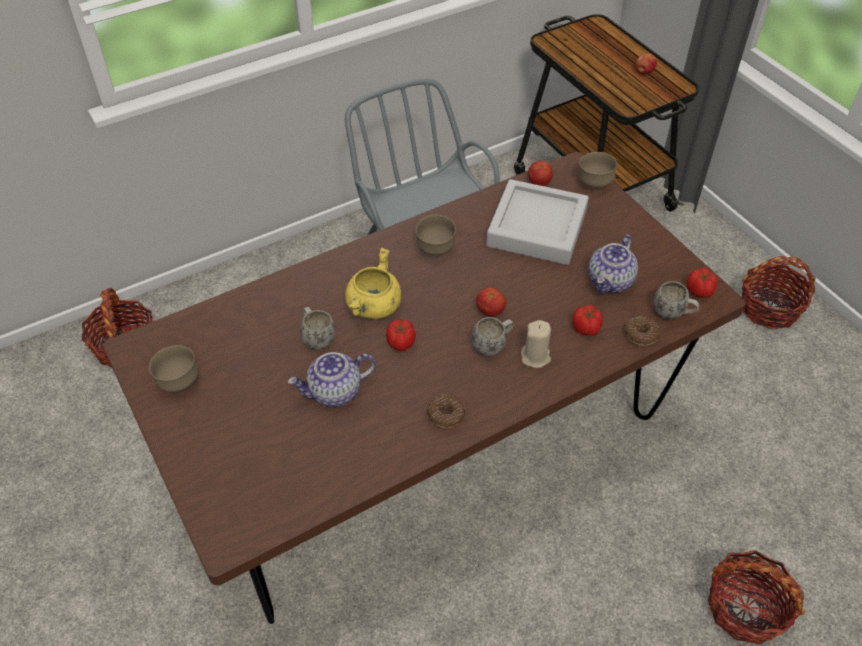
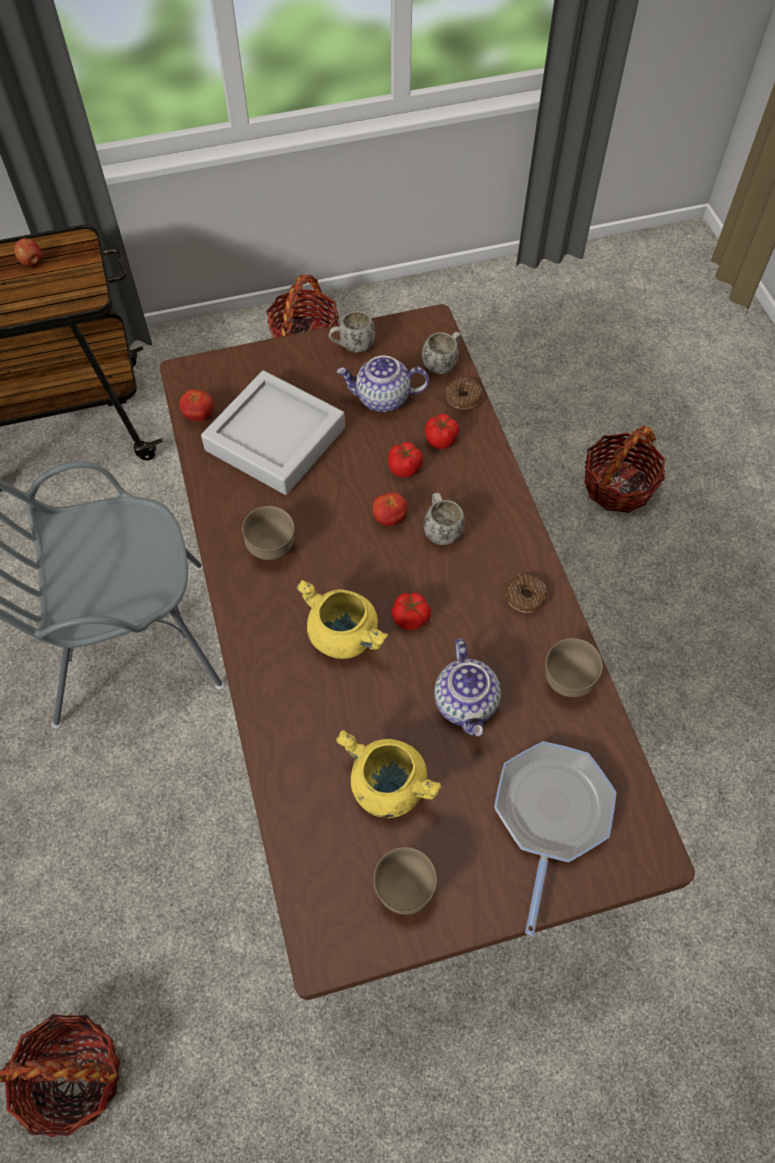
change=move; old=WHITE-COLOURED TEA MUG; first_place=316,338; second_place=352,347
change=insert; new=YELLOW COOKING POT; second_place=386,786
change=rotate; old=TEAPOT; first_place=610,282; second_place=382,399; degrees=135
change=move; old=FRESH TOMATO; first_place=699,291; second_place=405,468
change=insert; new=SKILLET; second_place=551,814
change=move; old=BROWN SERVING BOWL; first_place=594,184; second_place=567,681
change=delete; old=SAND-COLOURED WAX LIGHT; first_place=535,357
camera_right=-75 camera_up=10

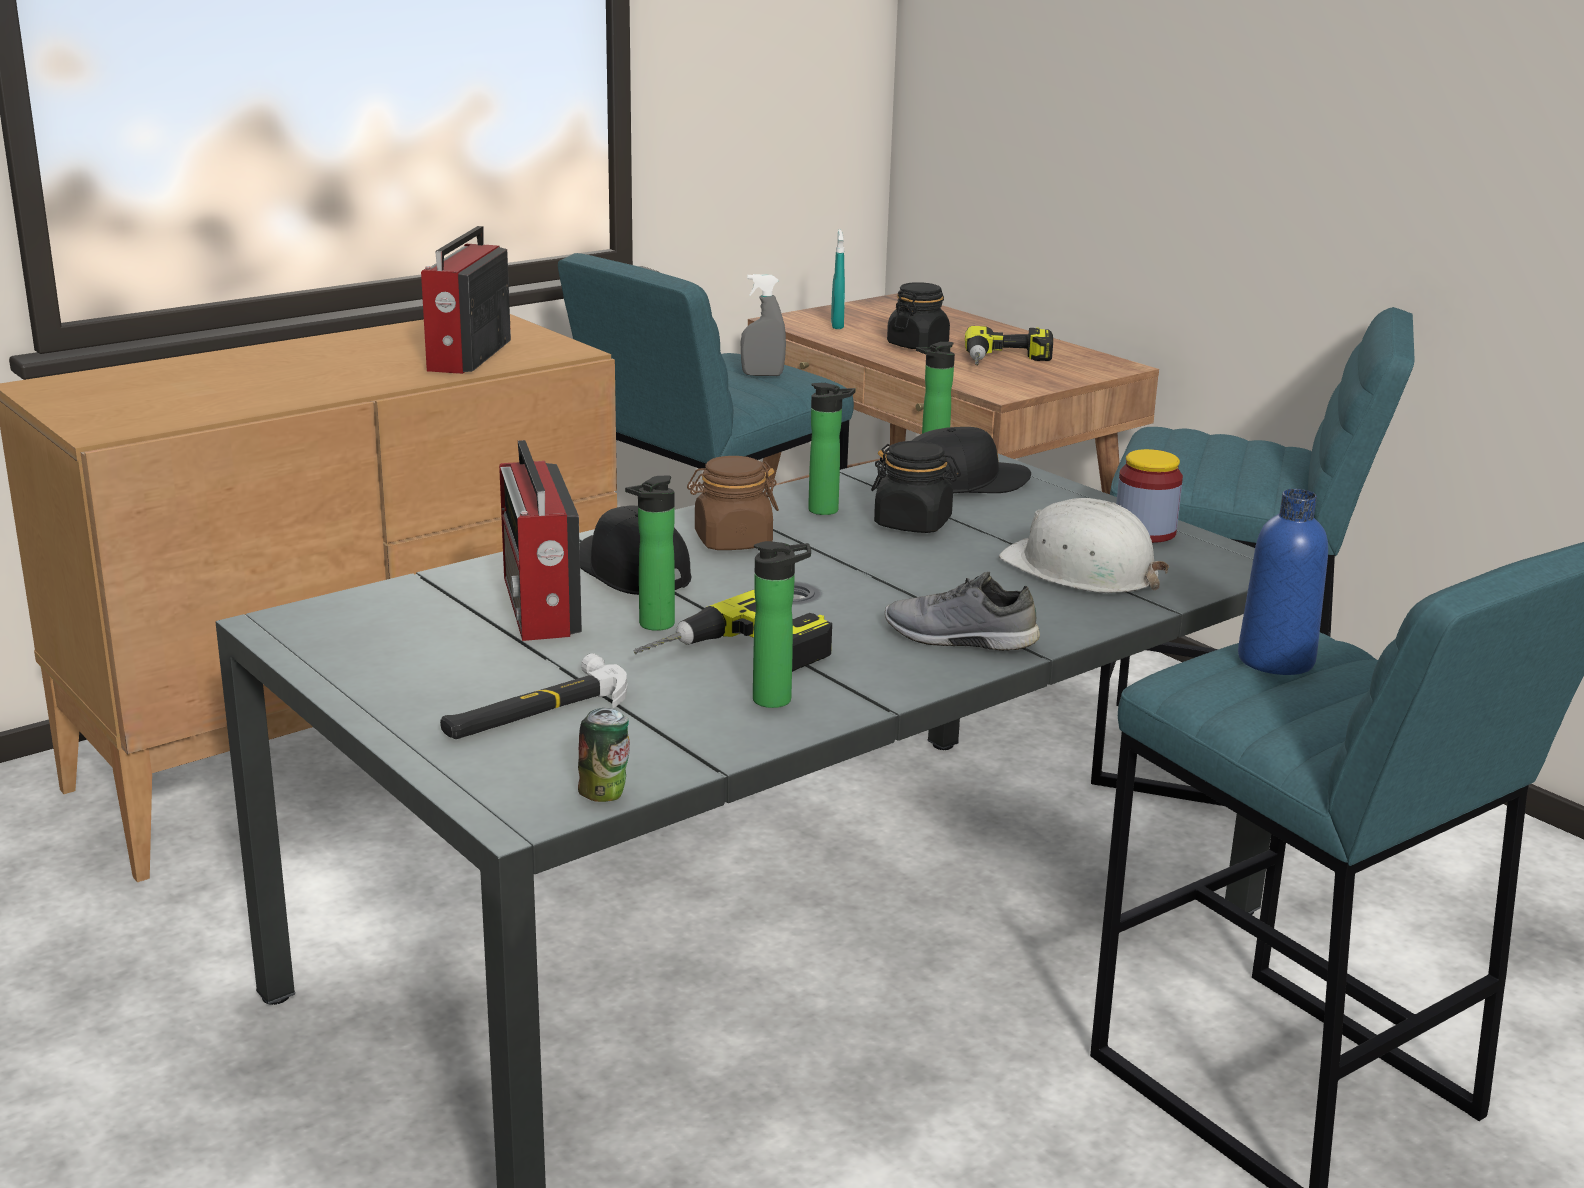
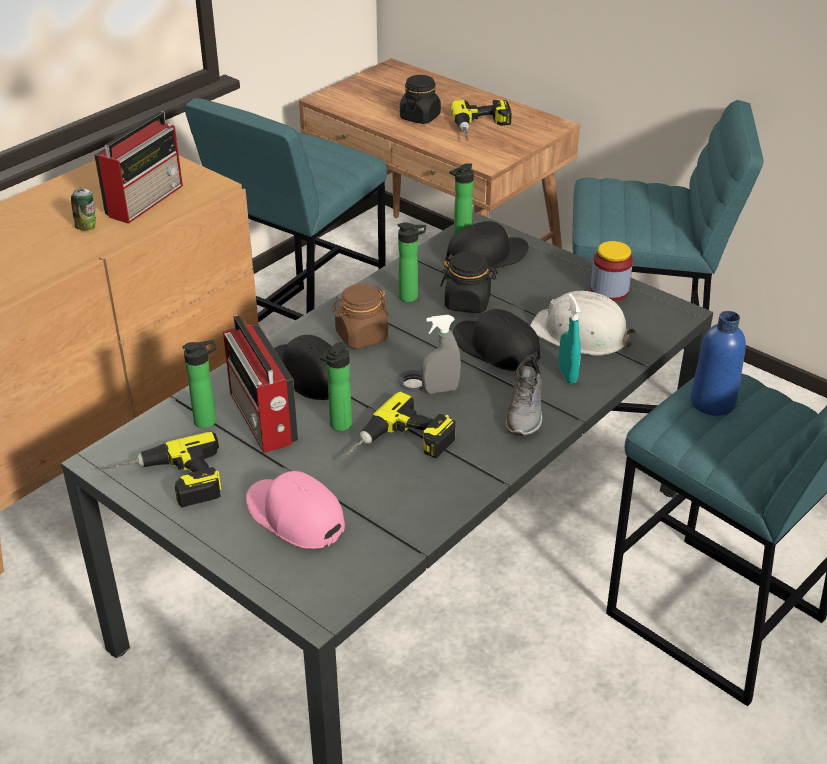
change=move; old=SEALED CAN; first_place=605,794; second_place=87,226
change=rotate; old=RADIO SET; first_place=467,356; second_place=146,200; degrees=-150
change=insert; new=ELECTRIC DRILL; second_place=167,482
change=move; old=DRINK BOTTLE; first_place=778,700; second_place=209,421
change=replace; old=HAMMER; new=PINK-COLOURED BASEBALL CAP; first_place=535,710; second_place=295,517
change=move; old=GREY SPRAYER; first_place=762,375; second_place=440,390
change=insert; new=BLACKISH BASEBALL CAP; second_place=496,348
change=rotate; old=GREY ITEM OF FOOTWEAR; first_place=958,639; second_place=526,410; degrees=-90
change=move; old=TURQUOISE-COLOURED SPRAYER; first_place=837,325; second_place=567,374
camera_right=-10 camera_up=15

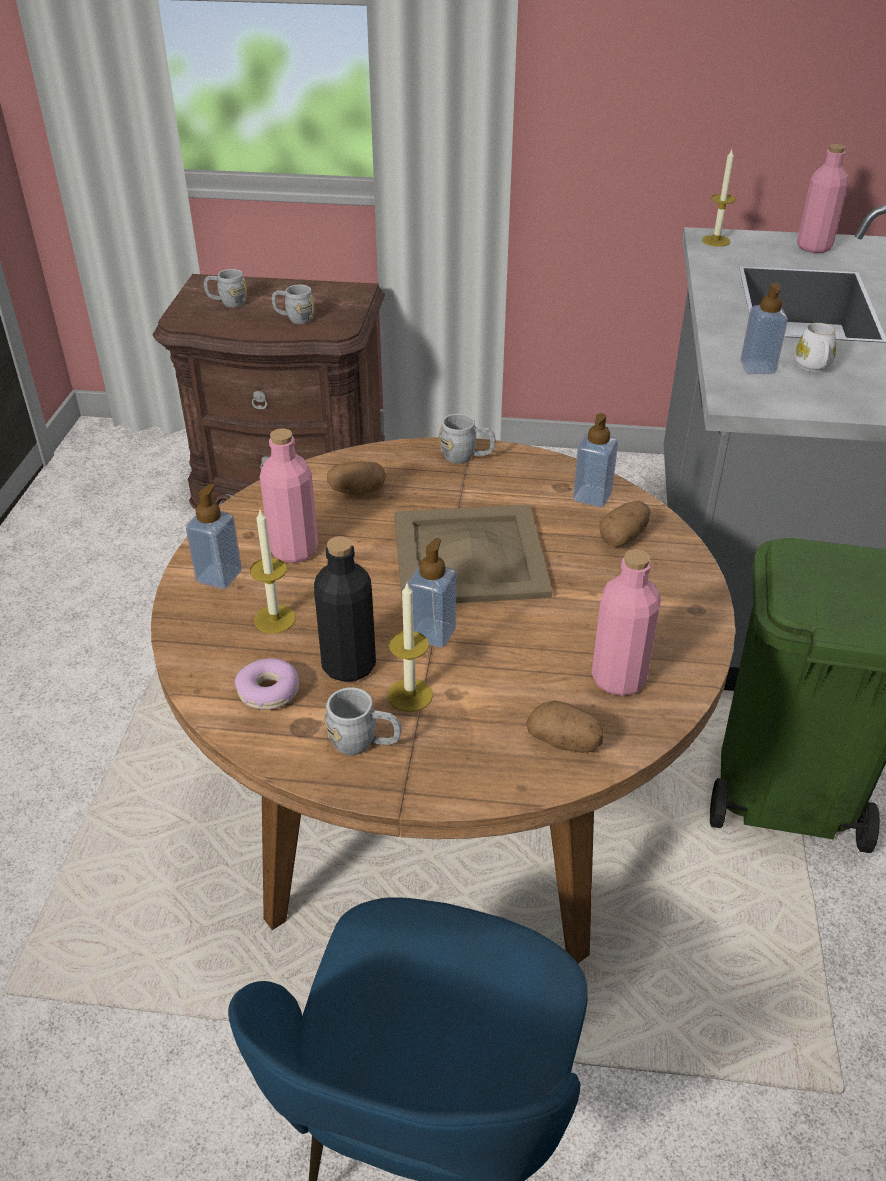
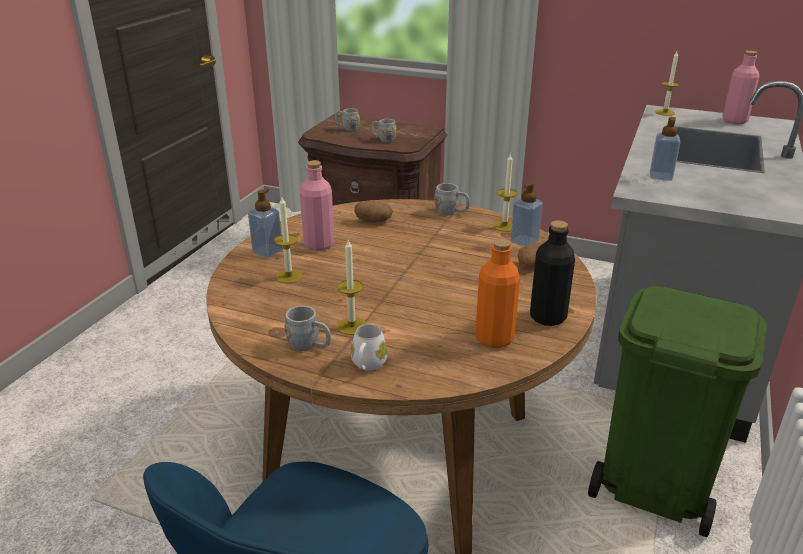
change=move; old=WHITE-COLOURED TEA MUG; first_place=813,367; second_place=367,365
change=recolor; old=PINK-COLOURED DRINK BOTTLE; new=ORANGE DRINK BOTTLE; first_place=618,679; second_place=494,338
change=insert; new=WAX LIGHT; second_place=504,226
change=move; old=BLACKISH DRINK BOTTLE; first_place=349,665; second_place=547,317
change=delete; old=DOUGHNUT; first_place=269,692
change=delete; old=SAND-COLOURED CARRYING TRAY; first_place=471,556
change=delete; old=SOAP DISPENSER; first_place=432,633
change=delete; old=WHOLE POTATO; first_place=564,742
camera_right=15 camera_up=-10

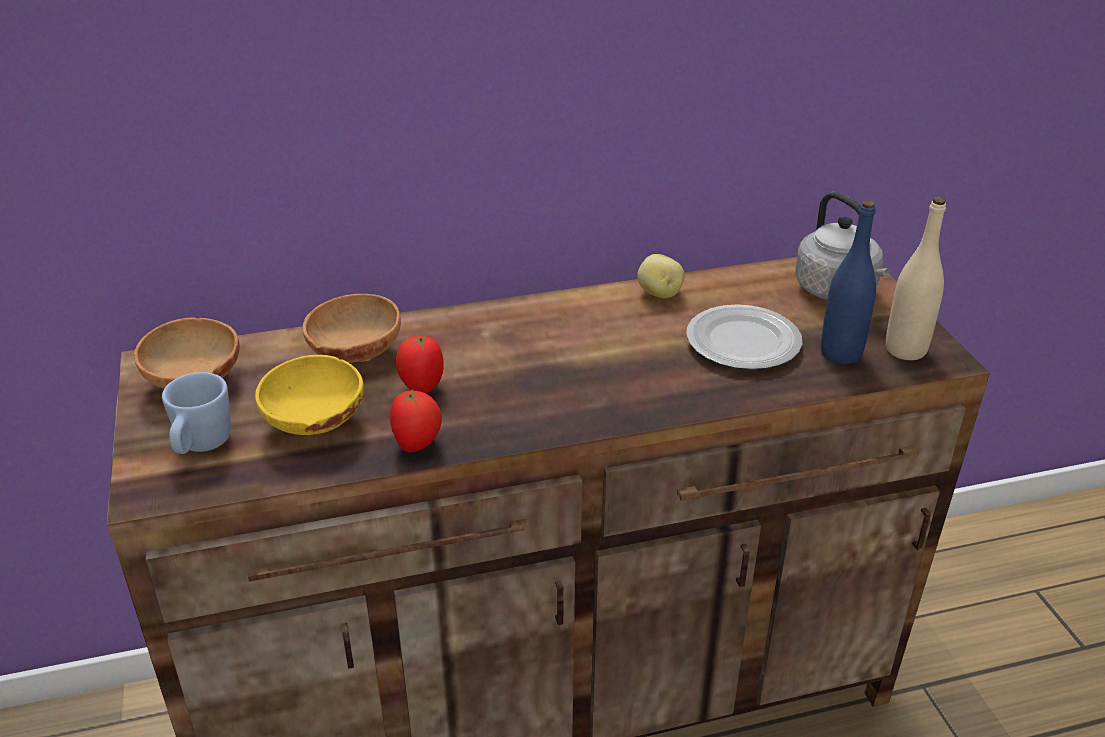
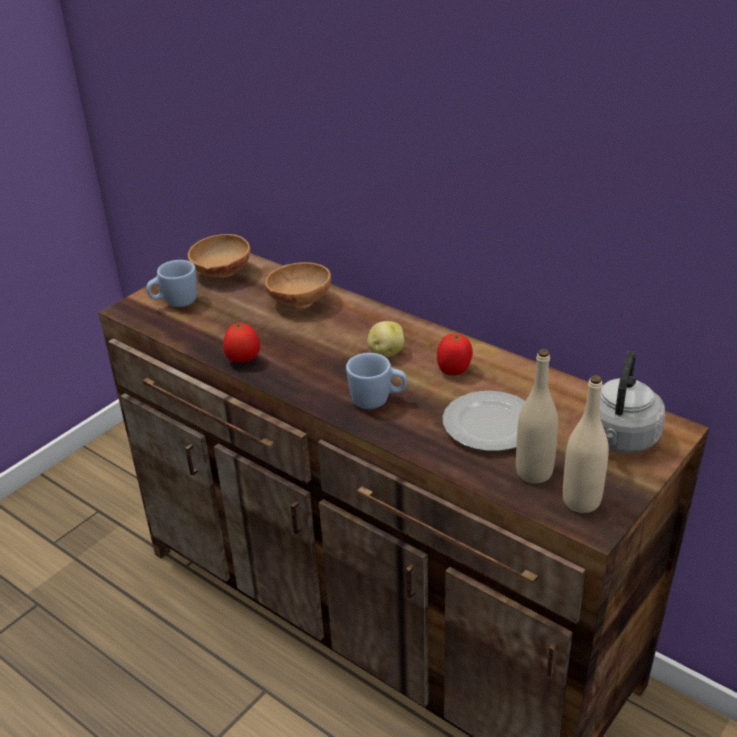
change=insert; new=BLUISH TEA MUG; second_place=377,400
change=move; old=WHOLE POTATO; first_place=659,293; second_place=386,352
change=move; old=FRESH TOMATO; first_place=422,386; second_place=454,370
change=recolor; old=BLUISH DRINK BOTTLE; new=SAND-COLOURED DRINK BOTTLE; first_place=841,354; second_place=534,472
change=delete; old=YELLOW SERVING BOWL; first_place=313,424
camera_right=55 camera_up=0

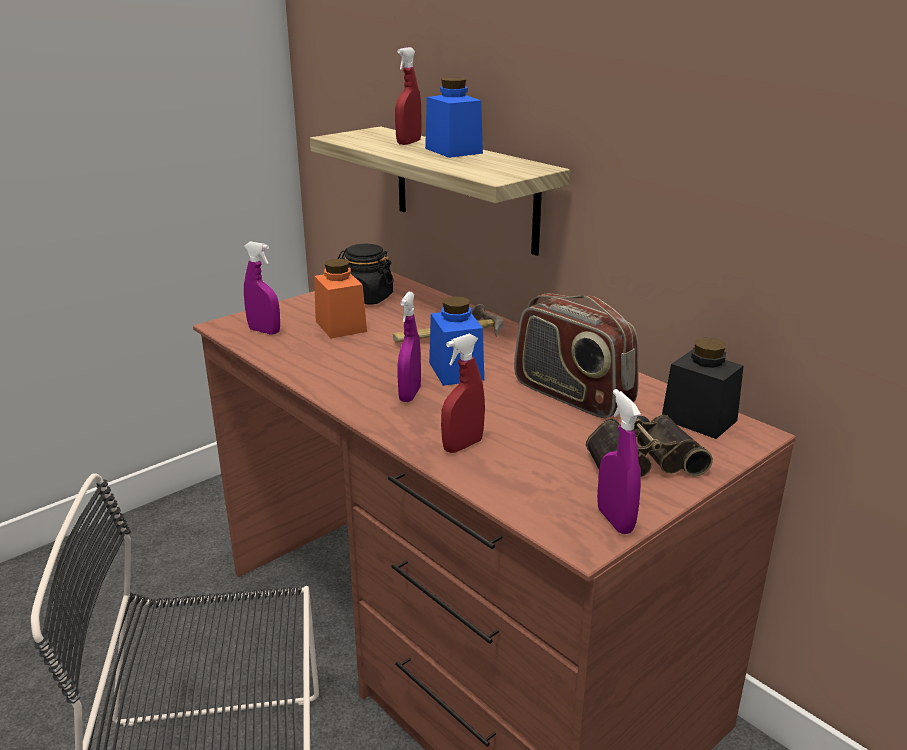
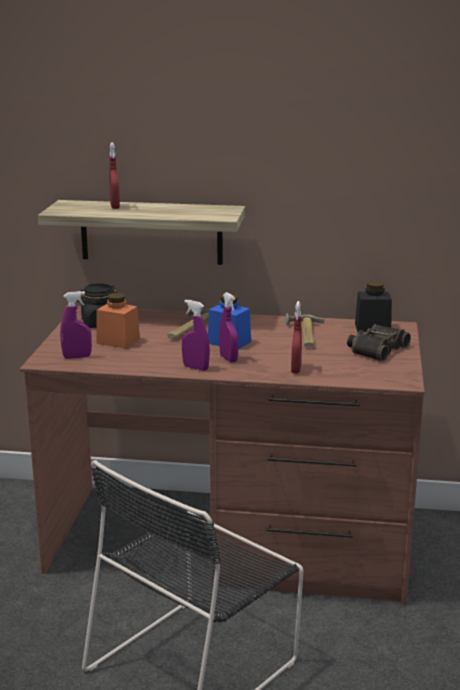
change=move; old=PURPLISH SPRAYER; first_place=615,520; second_place=195,368
change=replace; old=RADIO SET; new=HAMMER; first_place=572,395; second_place=303,335
change=delete; old=BLUISH STORAGE JAR; first_place=453,151
camera_right=-40 camera_up=-5

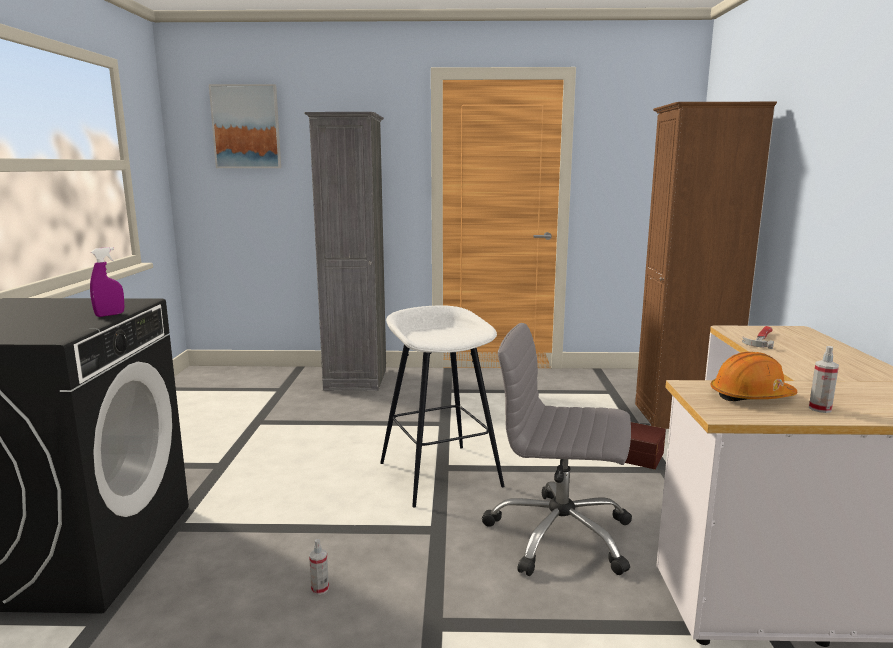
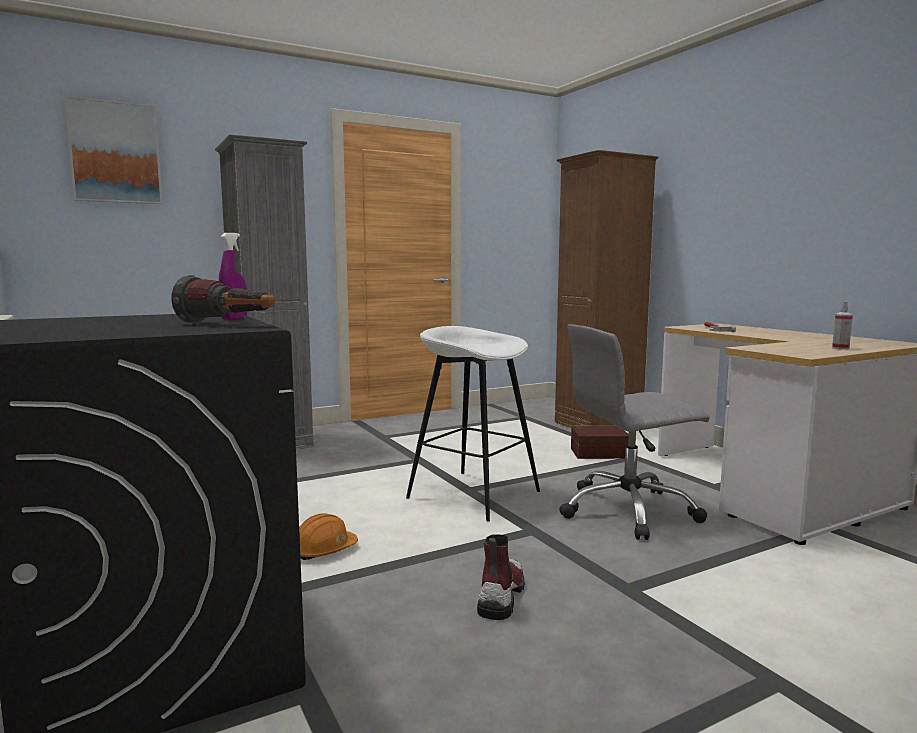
change=insert; new=HAND TORCH; second_place=228,325
change=move; old=ORANGE HARD HAT; first_place=751,396; second_place=324,551
change=replace; old=SPRAYER; new=BOOT; first_place=320,589; second_place=500,596
camera_right=-30 camera_up=-5

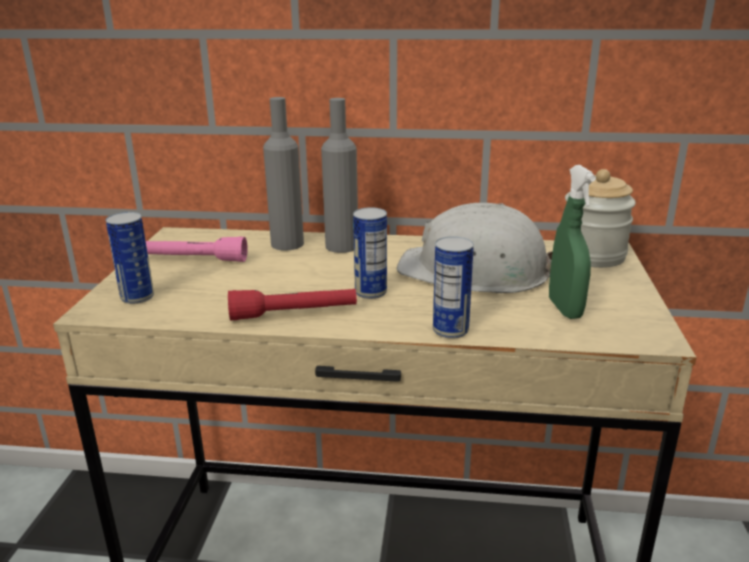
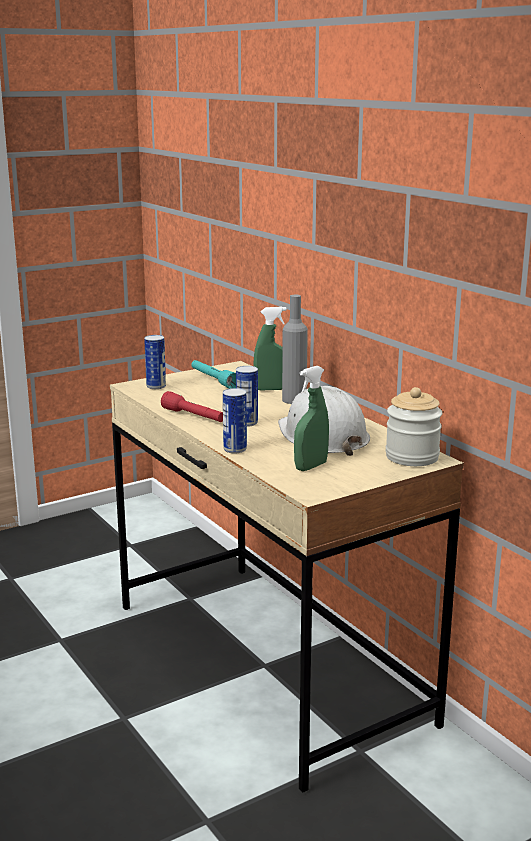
change=recolor; old=PINK-COLOURED HAND TORCH; new=TURQUOISE-COLOURED HAND TORCH; first_place=193,260; second_place=213,380
change=replace; old=GREY DRINK BOTTLE; new=GREEN SPRAYER; first_place=287,244; second_place=272,389
camera_right=50 camera_up=-5

